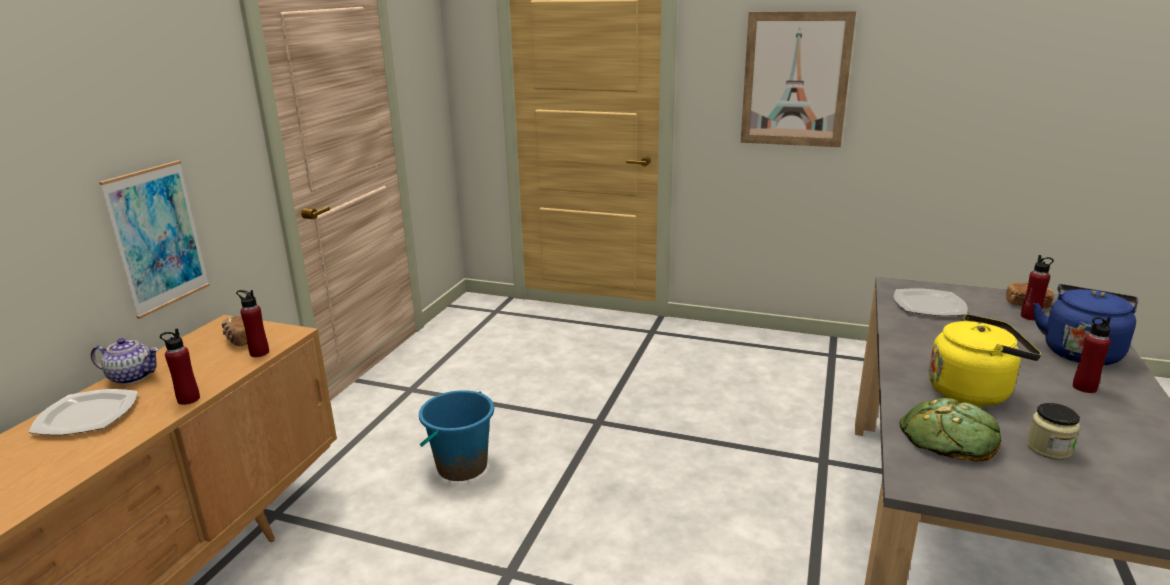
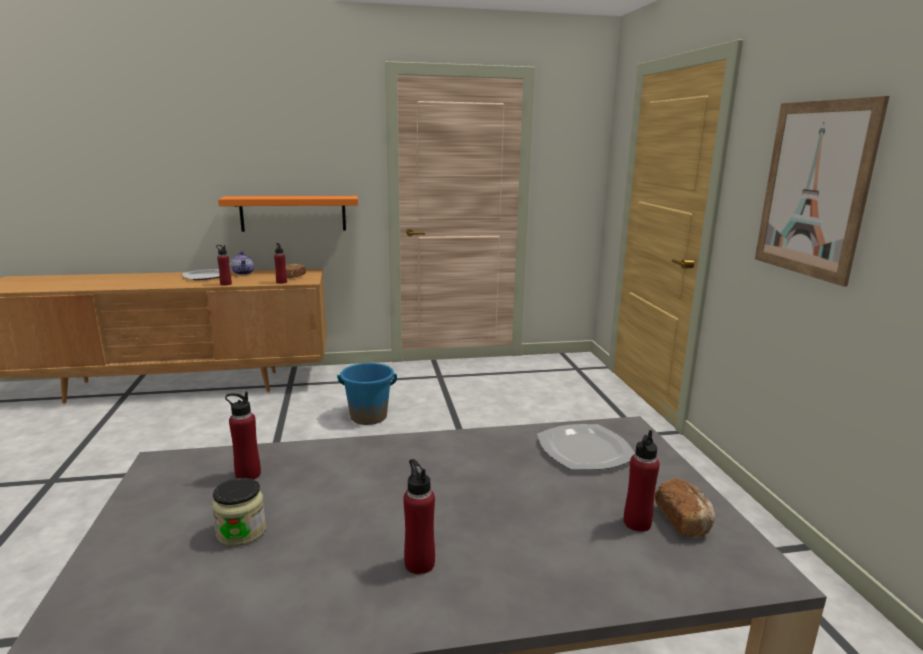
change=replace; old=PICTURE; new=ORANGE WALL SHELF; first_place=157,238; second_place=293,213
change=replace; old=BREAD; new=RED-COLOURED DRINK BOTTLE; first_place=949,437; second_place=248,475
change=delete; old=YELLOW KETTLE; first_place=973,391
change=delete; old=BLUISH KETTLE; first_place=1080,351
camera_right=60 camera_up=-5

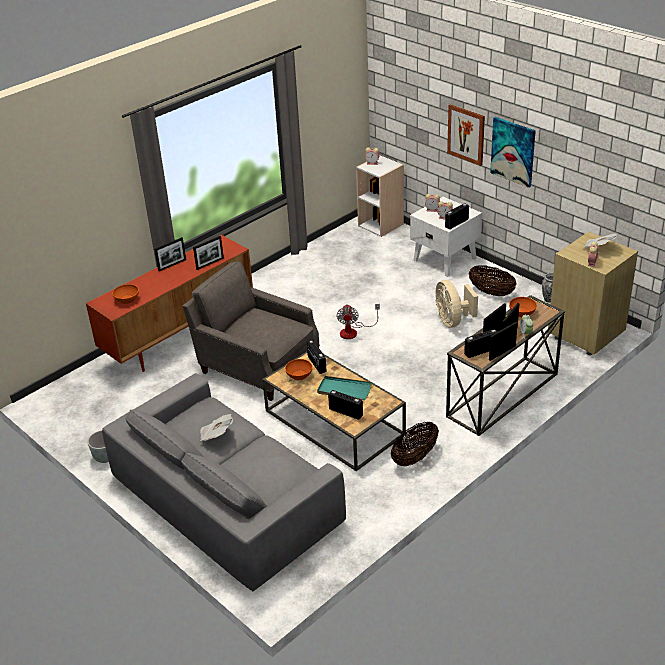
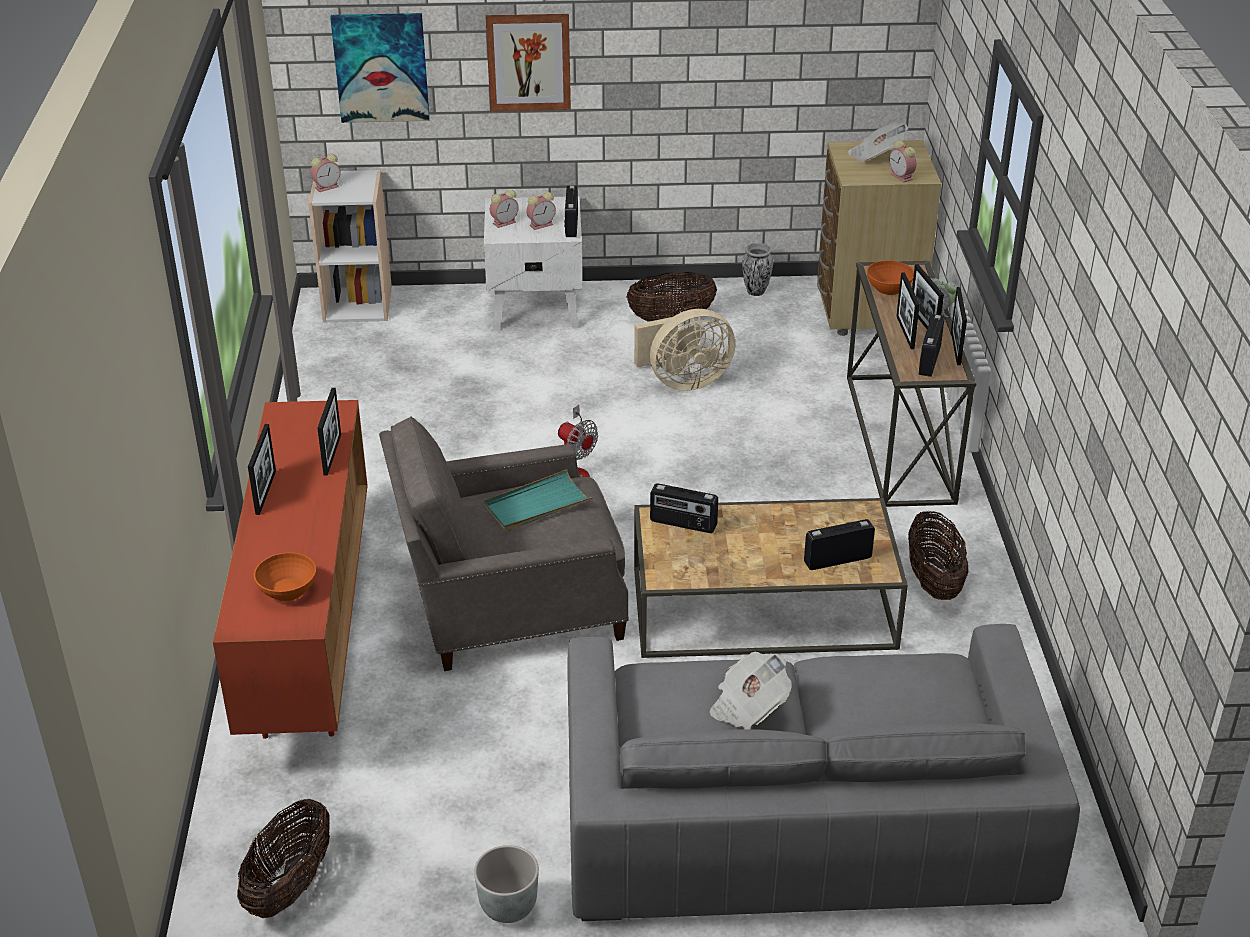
change=insert; new=HOUSEHOLD BASKET; second_place=289,886
change=move; old=PICTURE; first_place=513,151; second_place=381,67
change=move; old=TURQUOISE-COLOURED CARRYING TRAY; first_place=344,390; second_place=537,505
change=rotate; old=SAND-COLOURED ELECTRIC FAN; first_place=452,321; second_place=684,381; degrees=-45
change=delete; old=ORANGE SERVING BOWL; first_place=299,375
camera_right=-50 camera_up=0

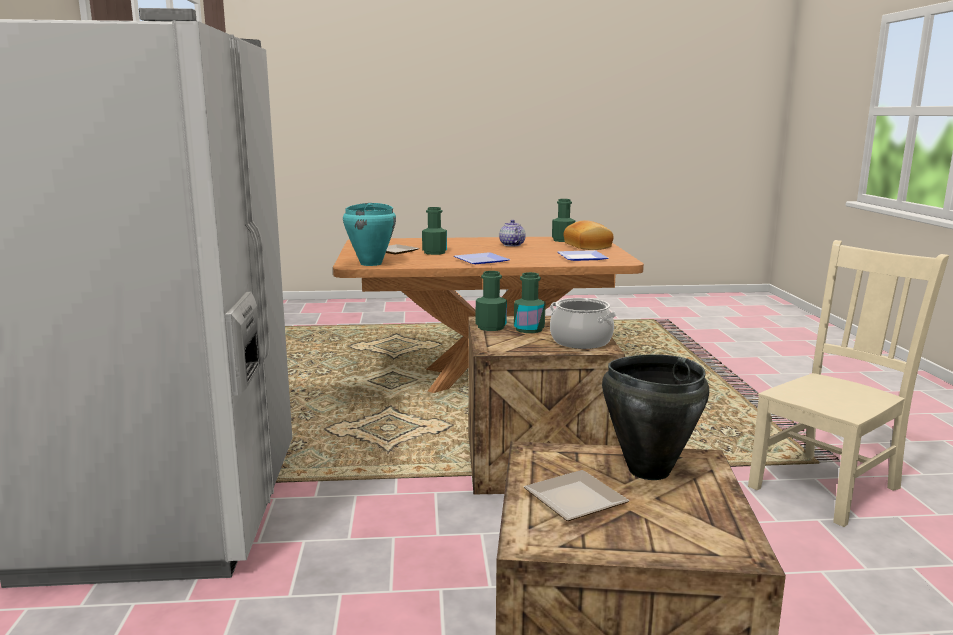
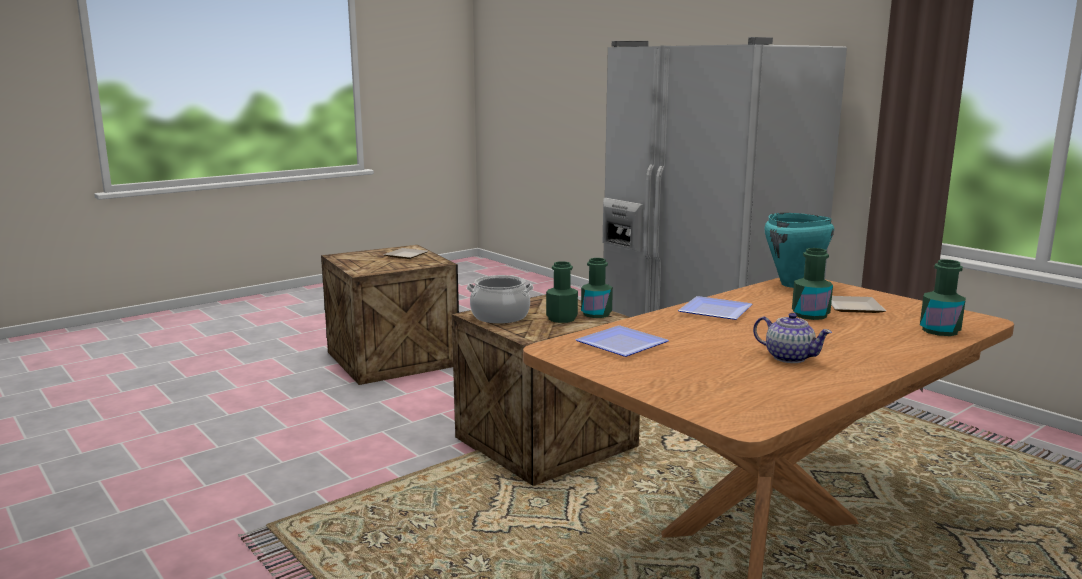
change=move; old=GREEN DRINK BOTTLE; first_place=563,240; second_place=939,330
change=delete; old=BREAD; first_place=588,246
change=delete; old=BLACKISH COOKING POT; first_place=647,470
change=delete; old=SAND-COLOURED CHAIR; first_place=827,486
camera_right=145 camera_up=0

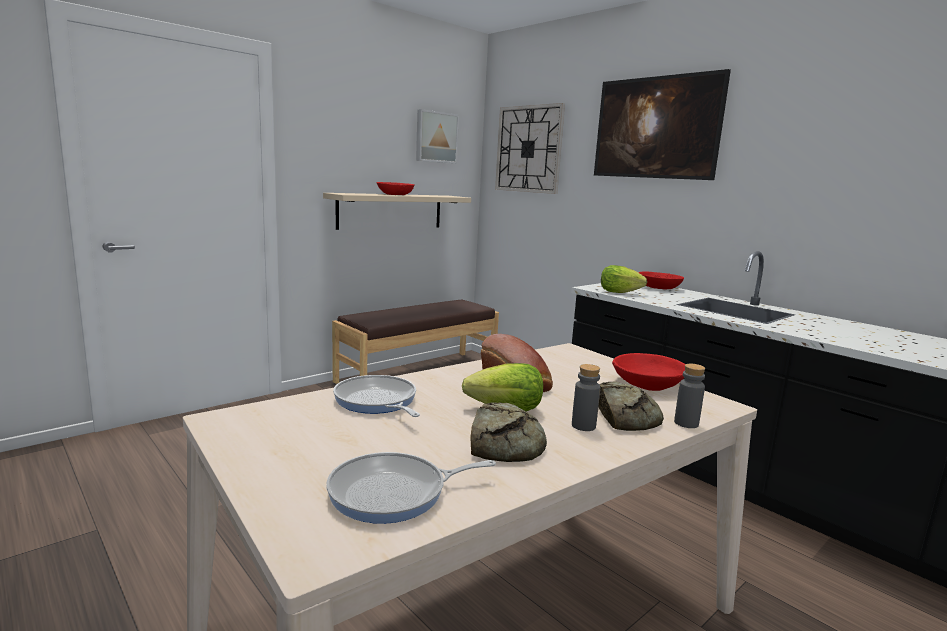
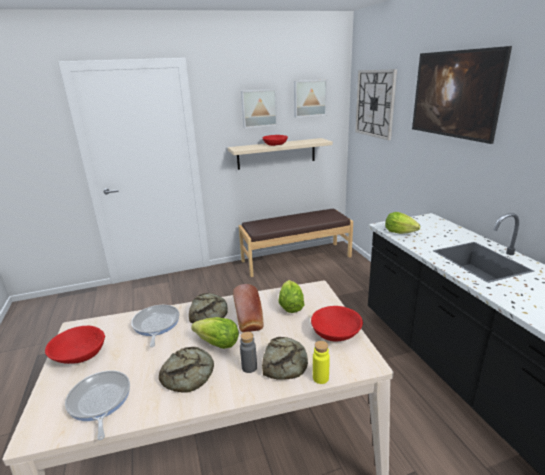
change=move; old=RED-COLOURED SERVING BOWL; first_place=658,287; second_place=79,354
change=rotate; old=SKILLET; first_place=394,493; second_place=99,402; degrees=60
change=insert; new=BREAD; second_place=209,313
change=insert; new=PICTURE; second_place=259,108
change=insert; new=LETTUCE HEAD; second_place=290,306
change=recolor; old=GREY DRINK BOTTLE; new=YELLOW DRINK BOTTLE; first_place=686,423; second_place=320,378
camera_right=25 camera_up=10

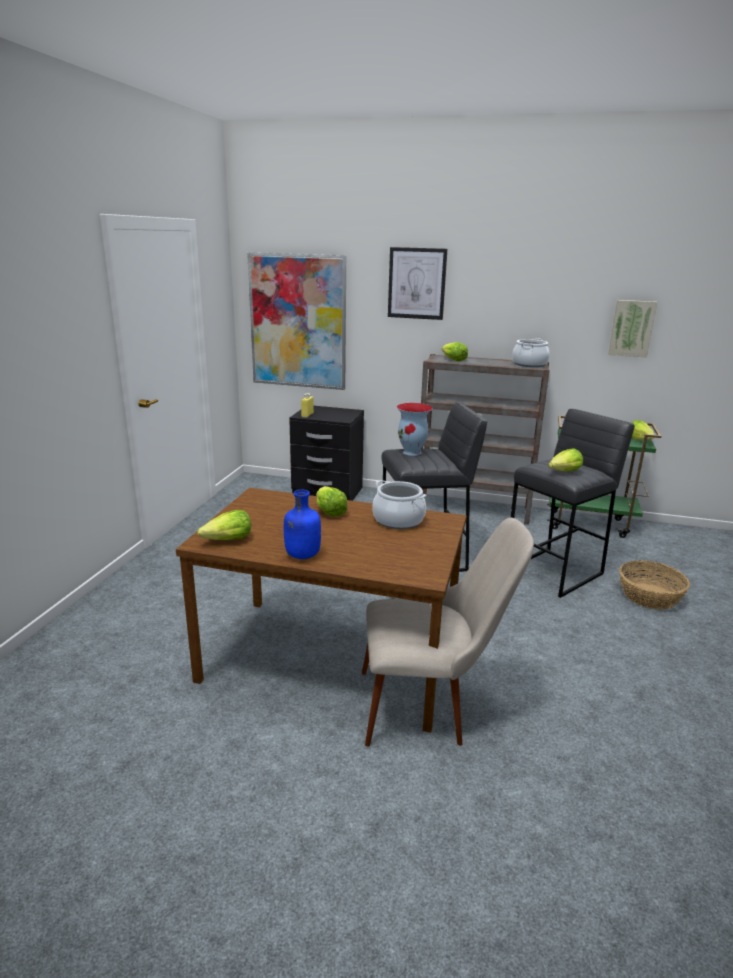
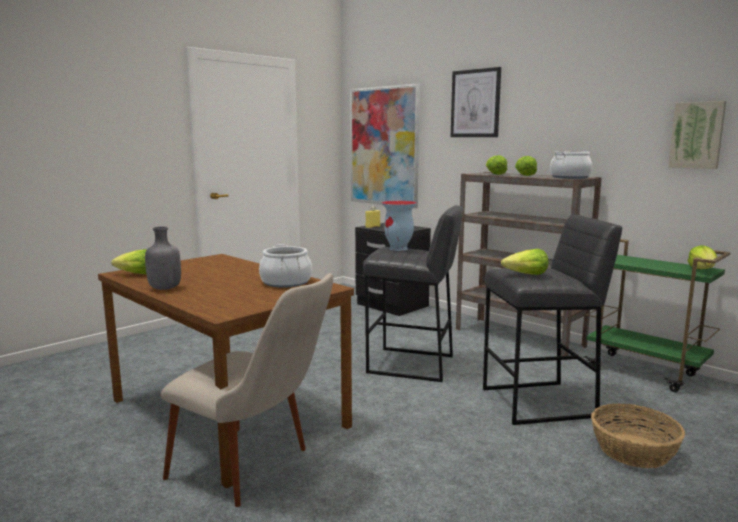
change=recolor; old=BLUISH DRINK BOTTLE; new=GREY DRINK BOTTLE; first_place=302,555; second_place=164,288
change=move; old=LETTUCE HEAD; first_place=329,511; second_place=524,175
camera_right=30 camera_up=-10

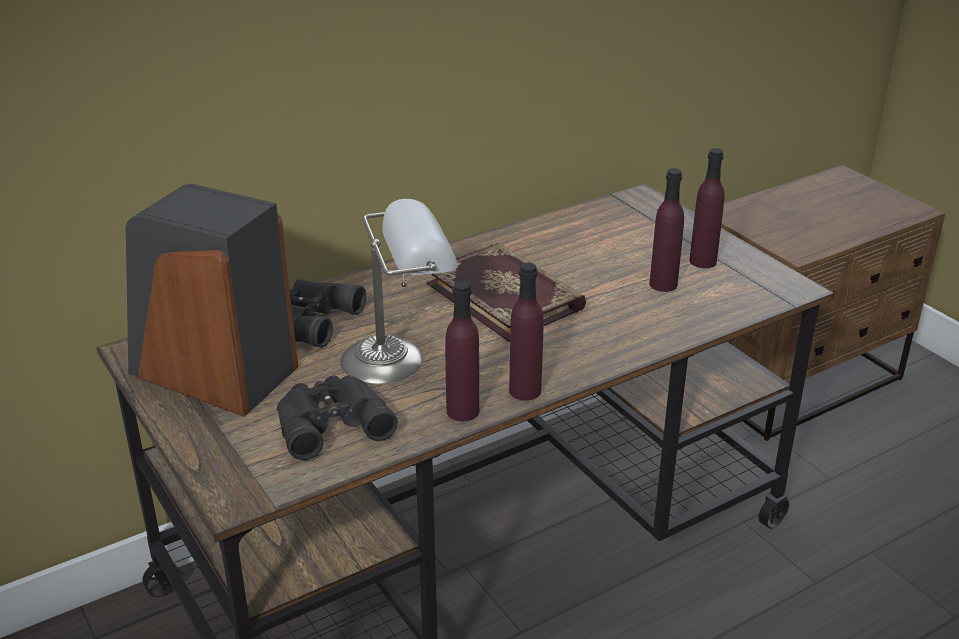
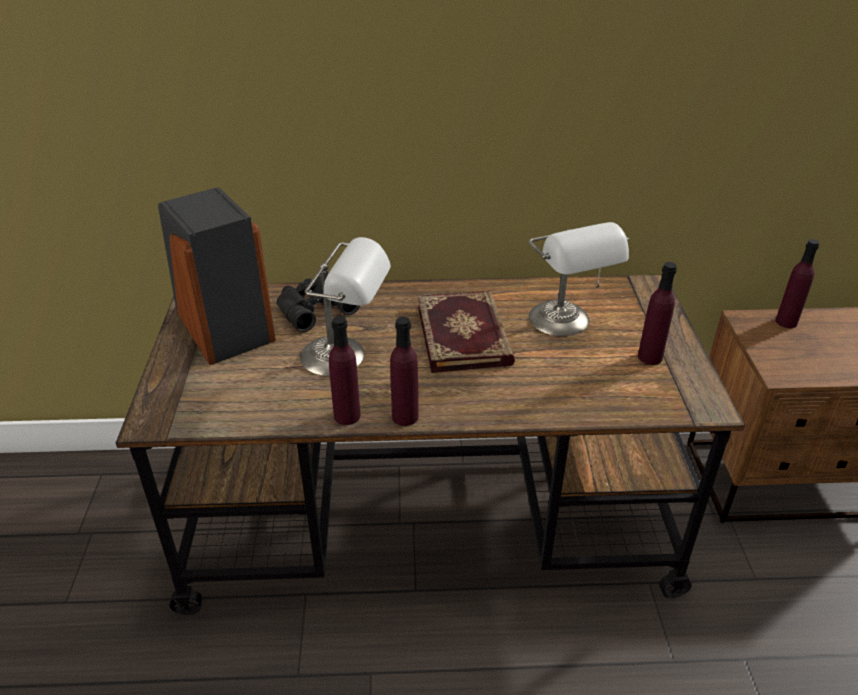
change=insert; new=WHITE-COLOURED TABLE LAMP; second_place=567,325
change=move; old=PURPLISH DRINK BOTTLE; first_place=663,284; second_place=786,322
change=delete; old=BLACKISH FIELD GLASSES; first_place=330,422
camera_right=30 camera_up=5

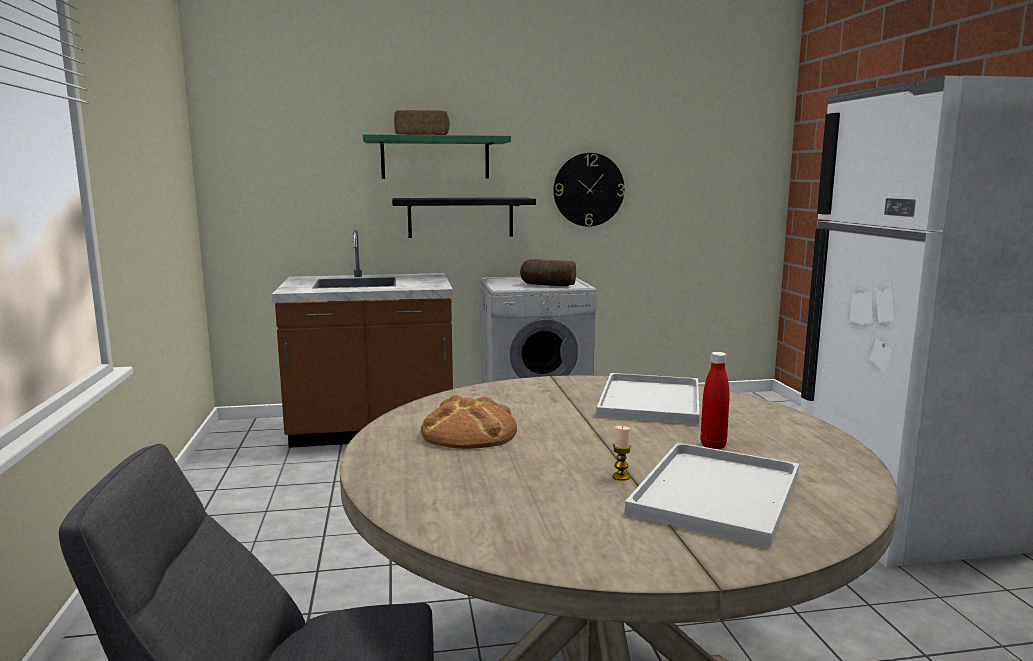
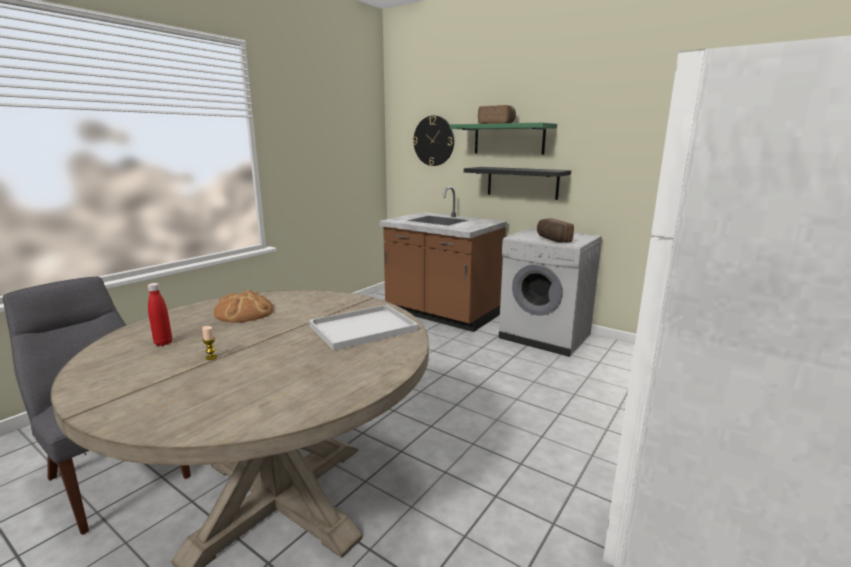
change=move; old=RED-COLOURED DRINK BOTTLE; first_place=713,445; second_place=163,343
change=move; old=HANGING CLOCK; first_place=588,189; second_place=434,141
change=delete; old=WHITE-COLOURED CARRYING TRAY; first_place=715,492
camera_right=45 camera_up=5

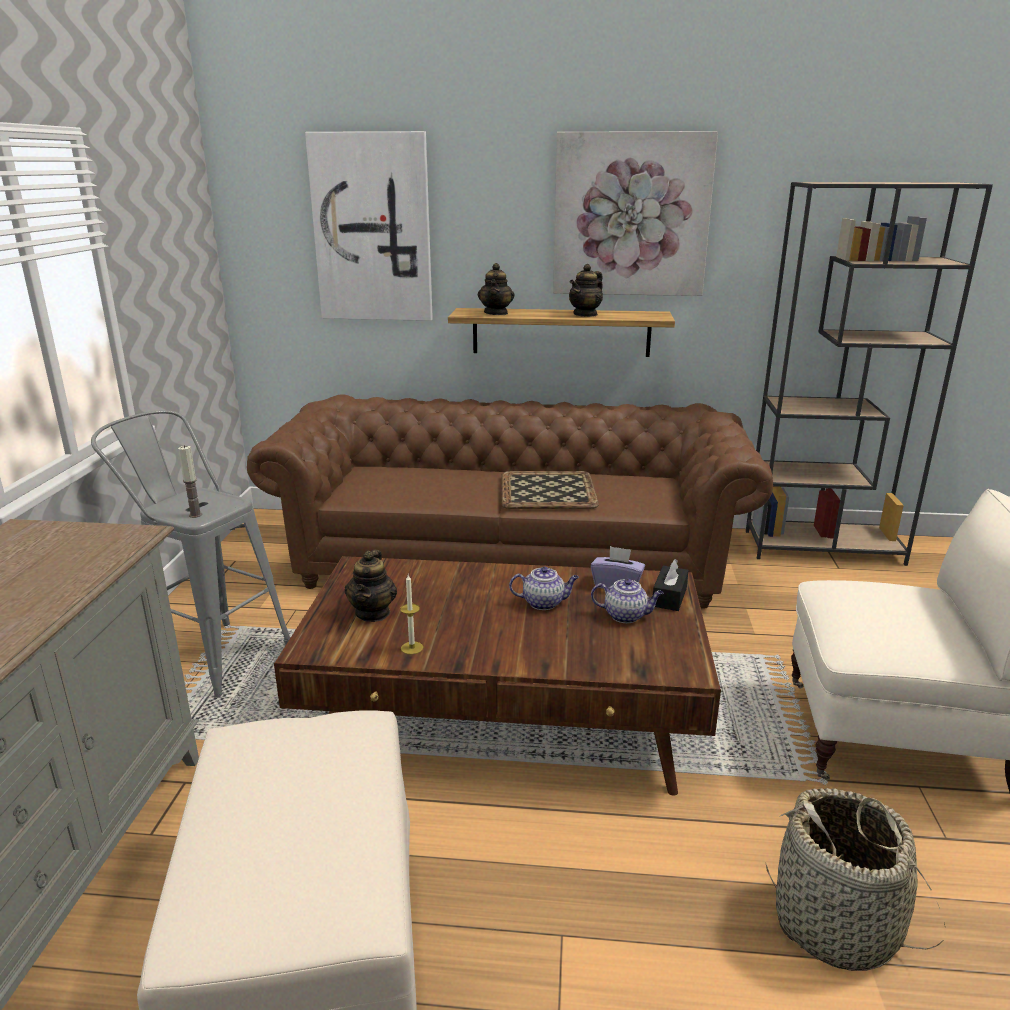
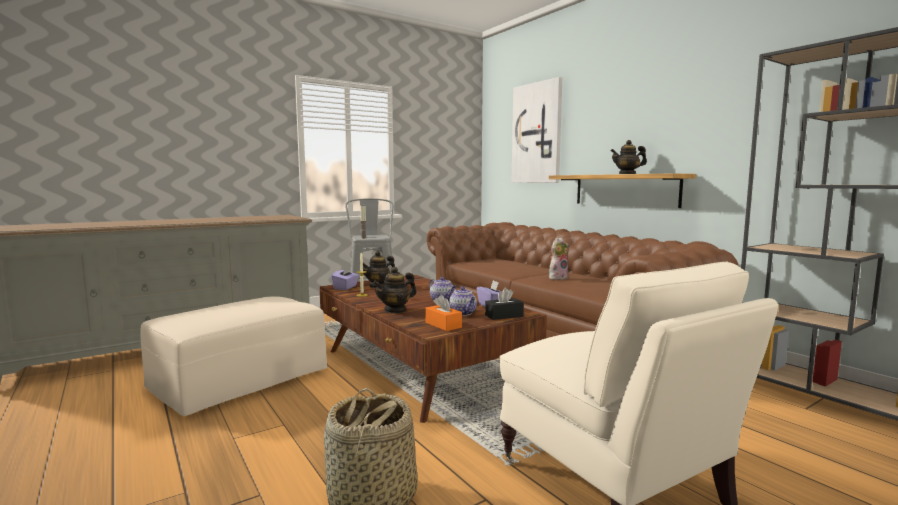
change=insert; new=PURPLISH TISSUE HOLDER; second_place=345,287
change=move; old=TEAPOT; first_place=496,313; second_place=395,310
change=insert; new=ORANGE TISSUE HOLDER; second_place=443,325
change=replace; old=CARRYING TRAY; new=CUDDLY TOY; first_place=548,491; second_place=557,278
change=delete; old=PICTURE; first_place=631,215
camera_right=50 camera_up=-15

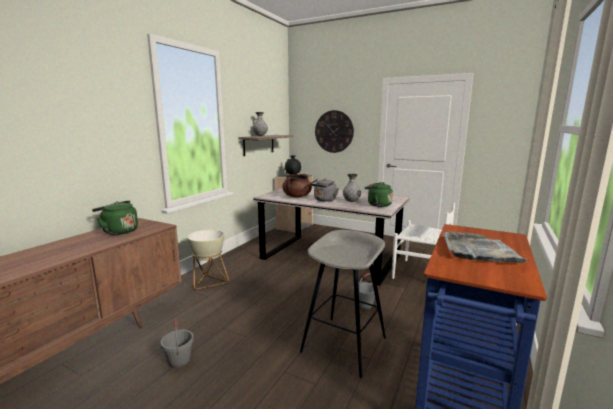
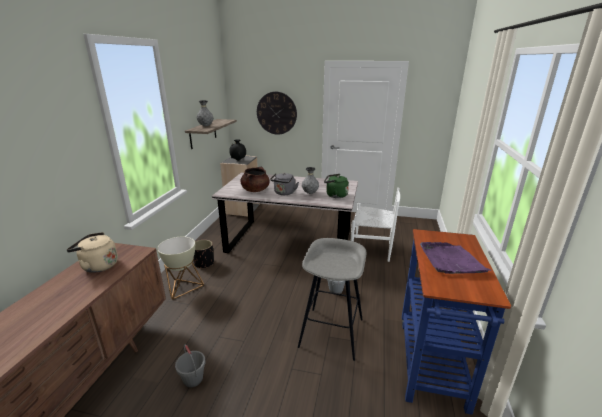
change=recolor; old=GREEN KETTLE; new=SAND-COLOURED KETTLE; first_place=118,231; second_place=98,266
change=insert; new=BLACKISH PLANTER; second_place=204,263
change=recolor; old=GREY CARRYING TRAY; new=PURPLISH CARRYING TRAY; first_place=479,250; second_place=450,260
camera_right=-15 camera_up=10

